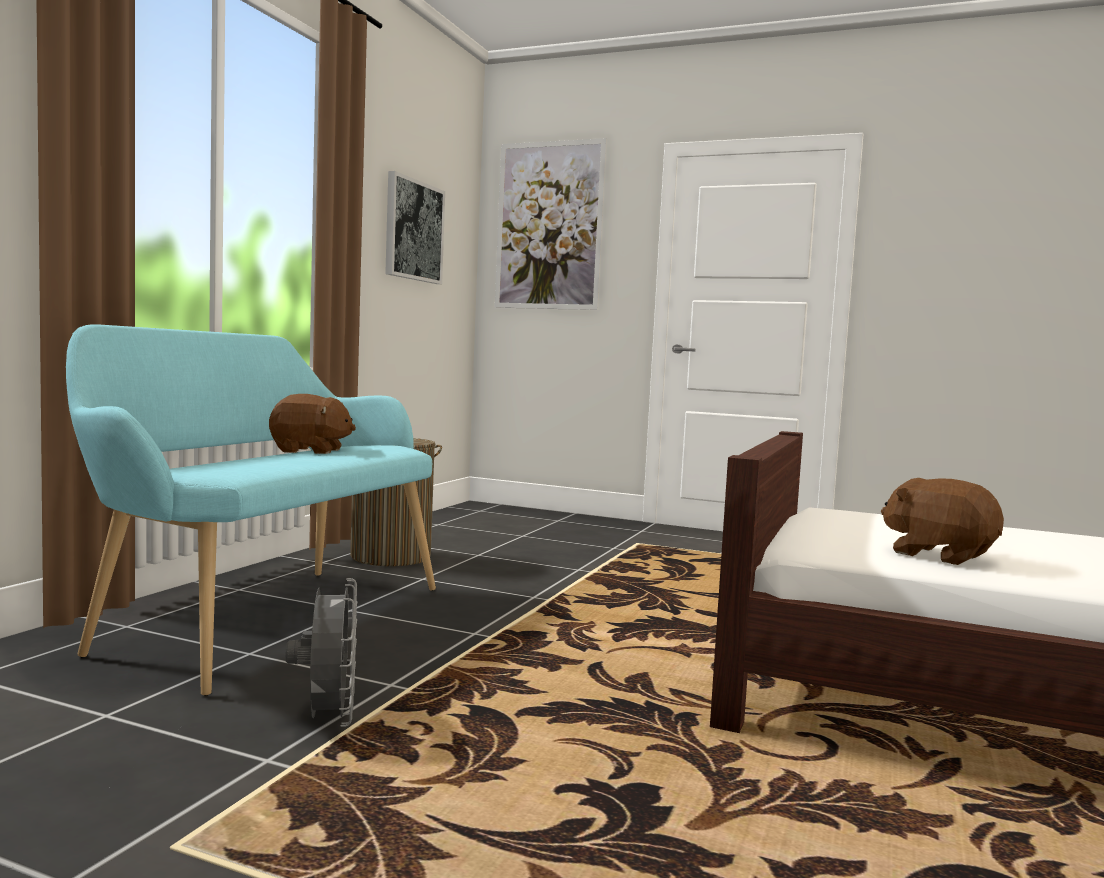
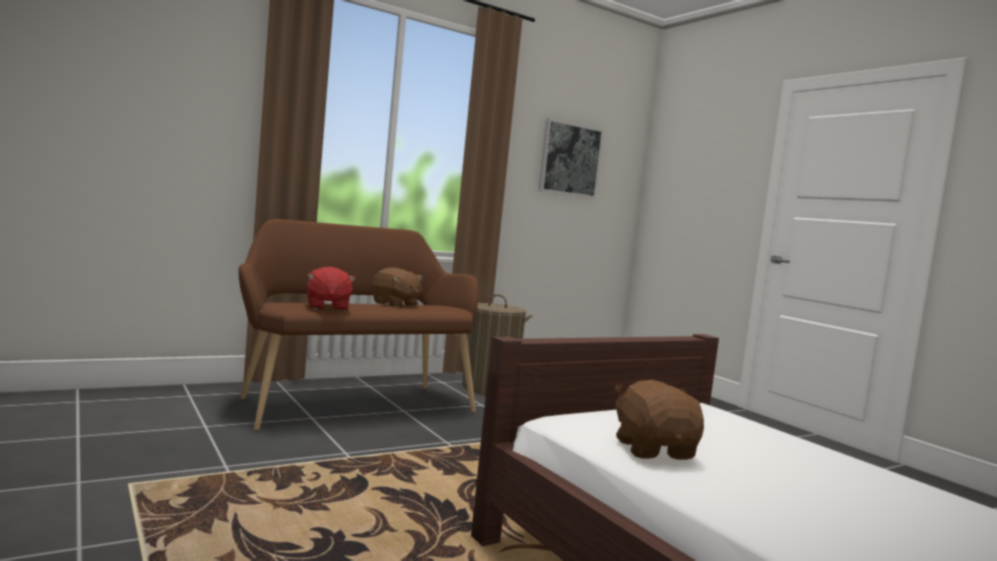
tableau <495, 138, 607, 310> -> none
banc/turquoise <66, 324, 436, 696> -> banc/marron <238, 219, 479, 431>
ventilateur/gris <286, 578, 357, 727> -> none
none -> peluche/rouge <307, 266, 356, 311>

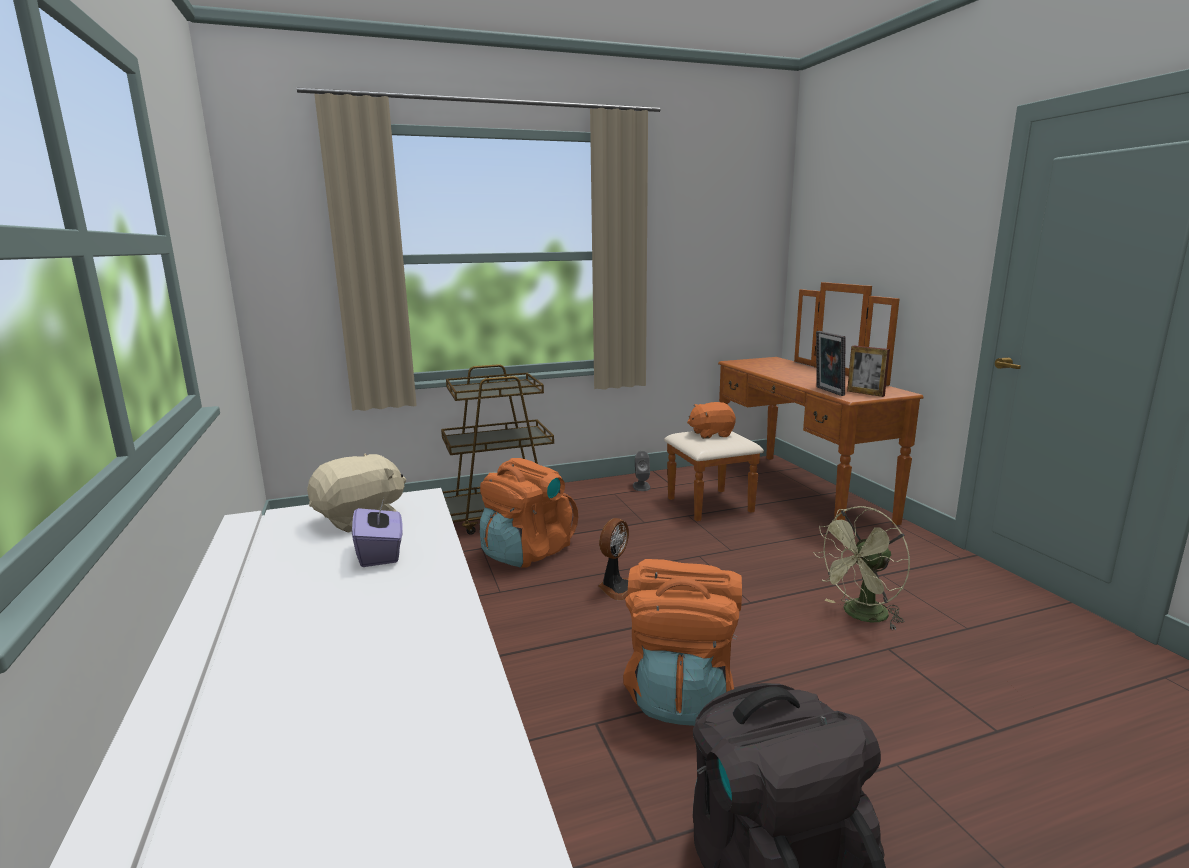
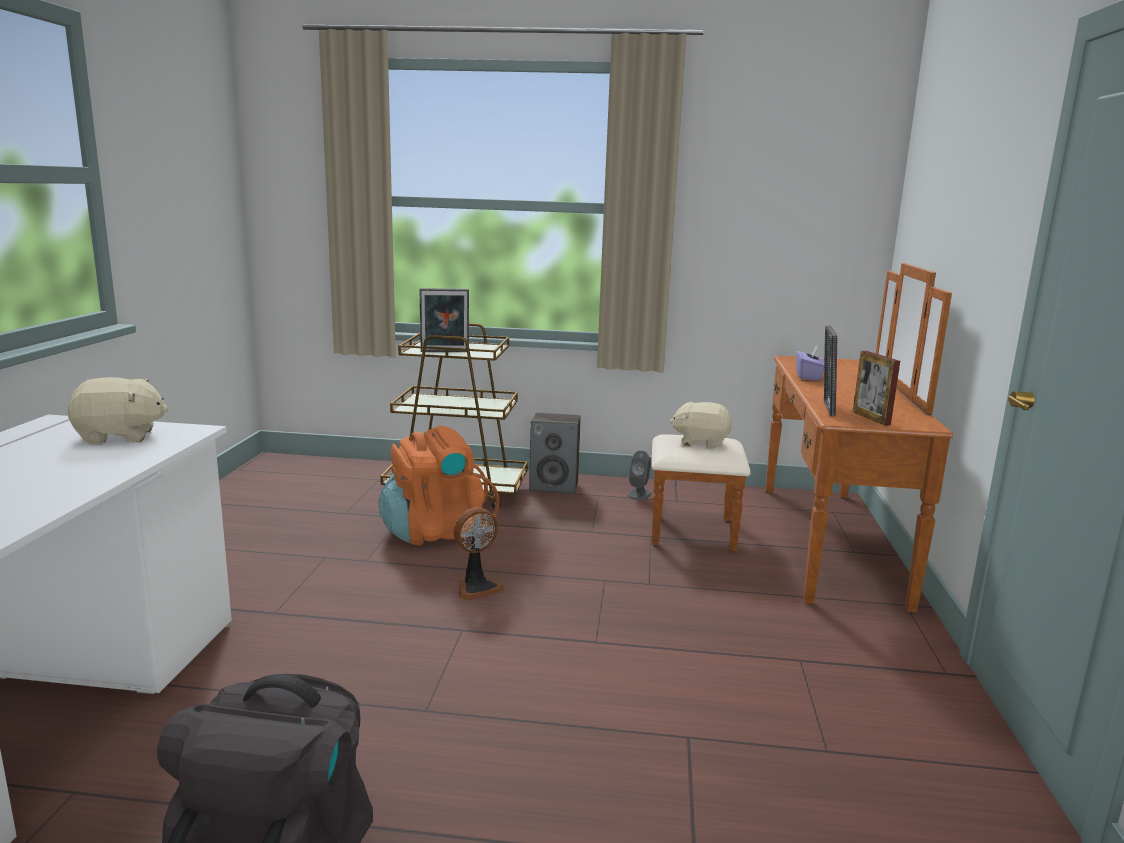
peluche/orange <687, 402, 736, 439> -> peluche/beige <669, 402, 733, 449>
boîte à mouchoirs/violet <352, 498, 403, 567> -> boîte à mouchoirs/violet <796, 346, 825, 380>, moved
ventilateur/vert <813, 506, 910, 631> -> none
sac à dos/orange <623, 559, 742, 726> -> none
none -> cadre photo <419, 288, 469, 352>
none -> enceinte <529, 413, 581, 494>

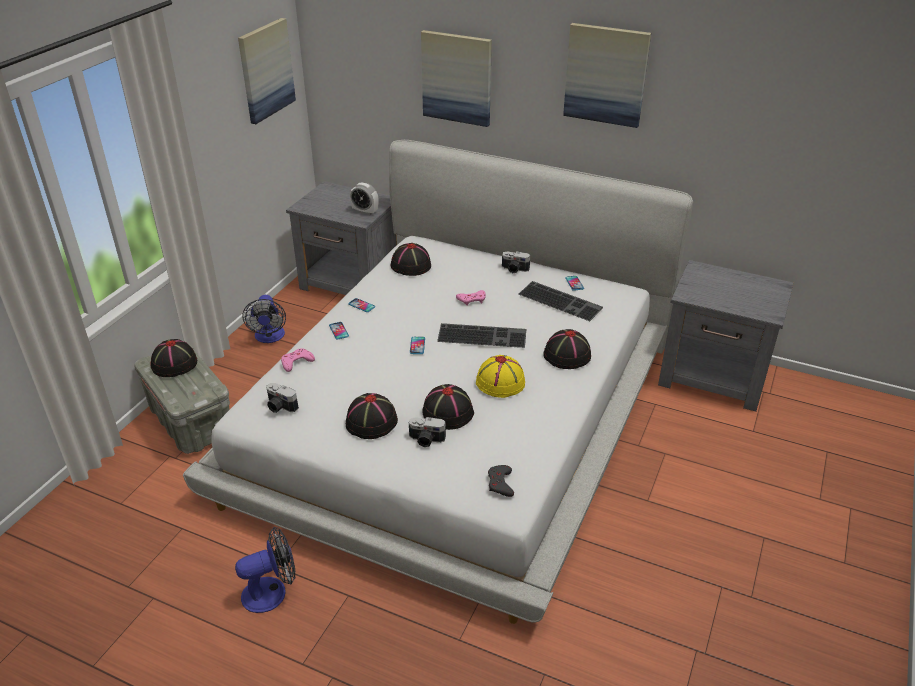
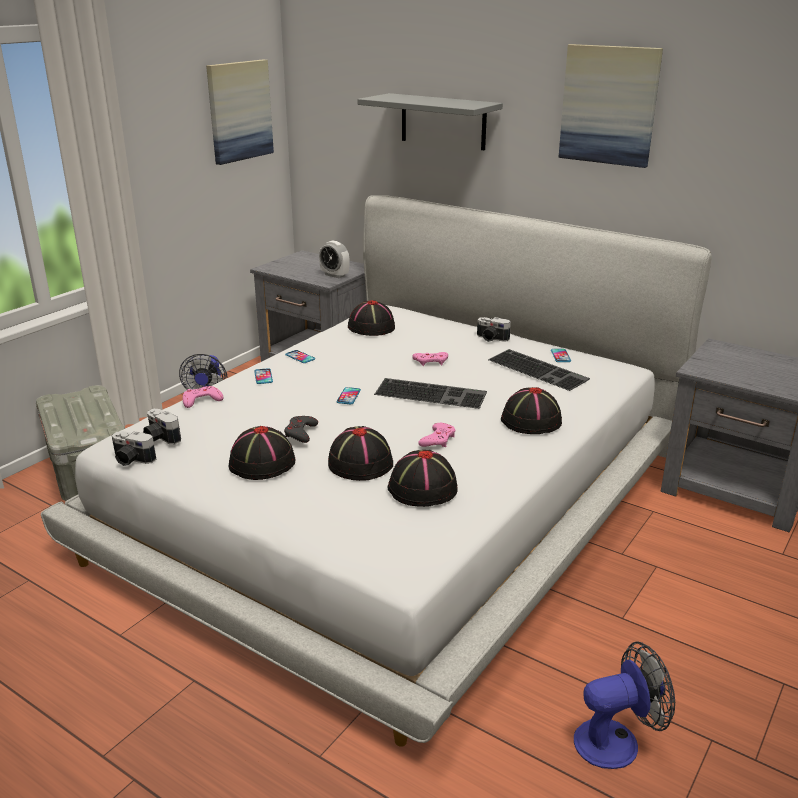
tableau <421, 30, 492, 127> -> étagère/gris <357, 93, 503, 150>
chapeau/noir <151, 339, 197, 377> -> chapeau/noir <387, 450, 458, 507>, moved
chapeau/jaune <476, 355, 525, 398> -> manette/rose <418, 423, 455, 447>
appareil photo <409, 417, 446, 447> -> appareil photo <112, 431, 156, 466>, moved
manette/gris <488, 465, 514, 497> -> manette/gris <284, 416, 318, 443>, moved
ventilateur <235, 527, 295, 613> -> ventilateur <574, 641, 675, 769>, moved

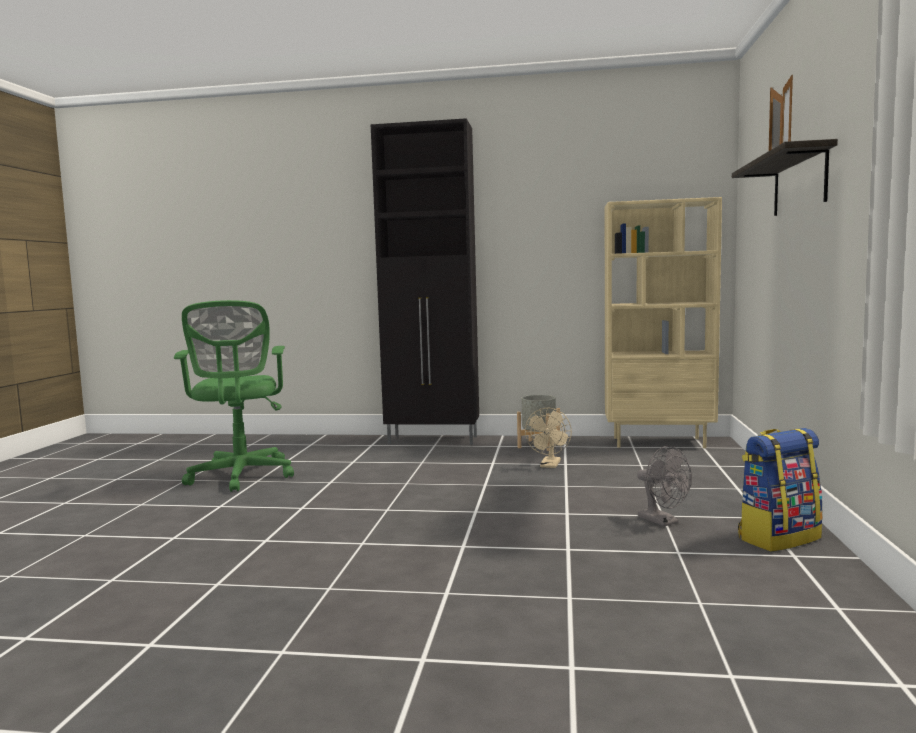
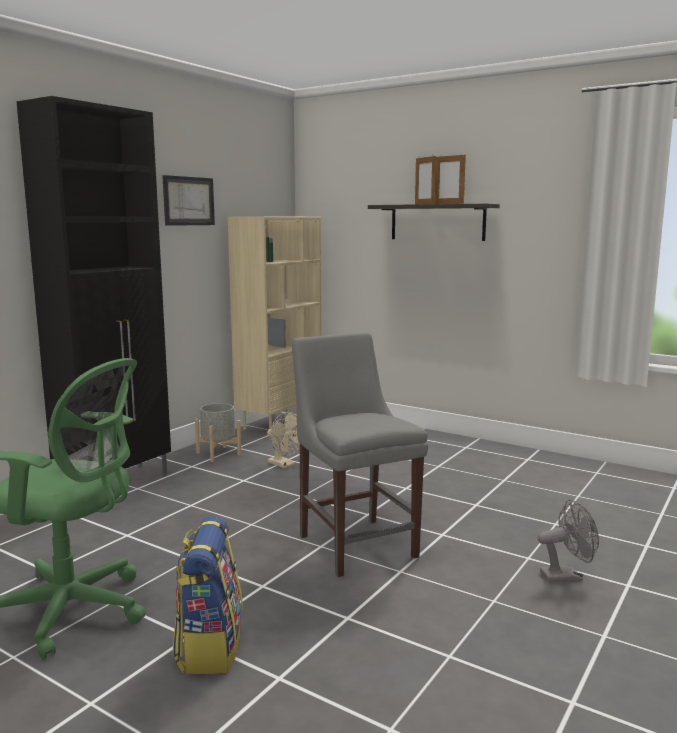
sac à dos <738, 428, 823, 552> -> sac à dos <173, 517, 243, 674>, moved
ventilateur/gris <637, 446, 692, 527> -> ventilateur/gris <538, 499, 599, 583>, moved
none -> tableau <162, 175, 215, 226>
none -> chaise/gris <292, 332, 428, 577>

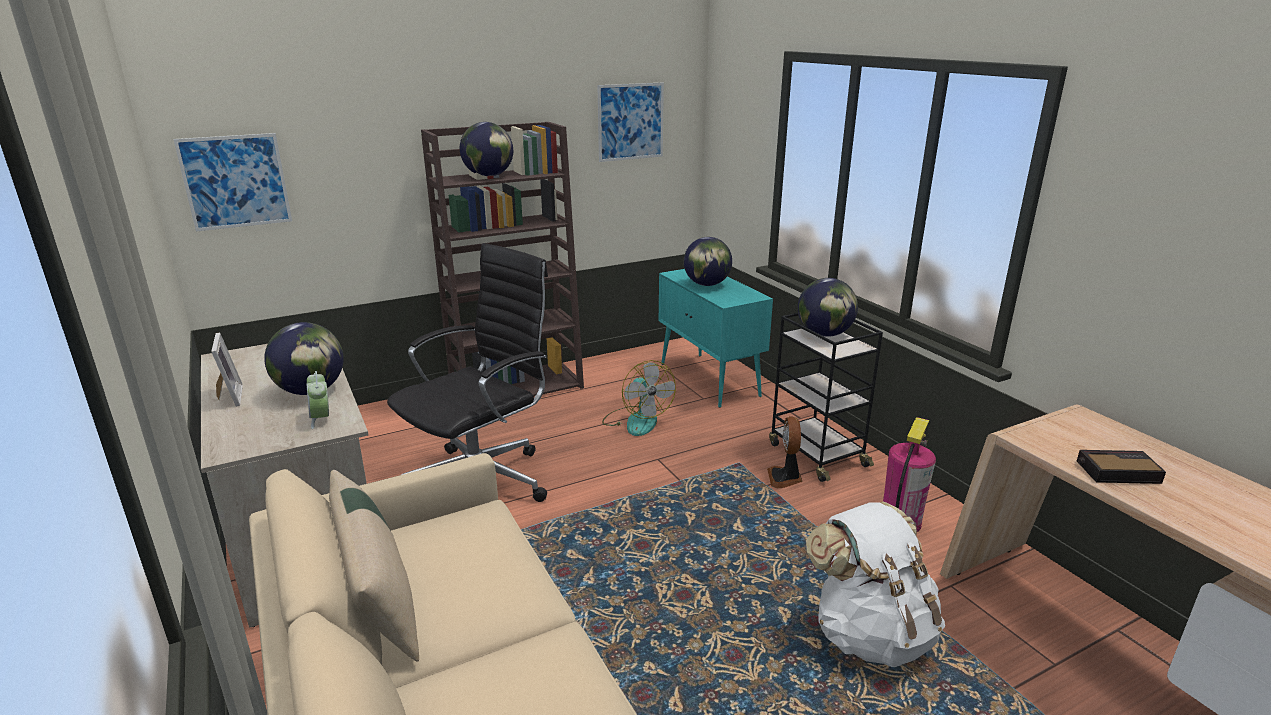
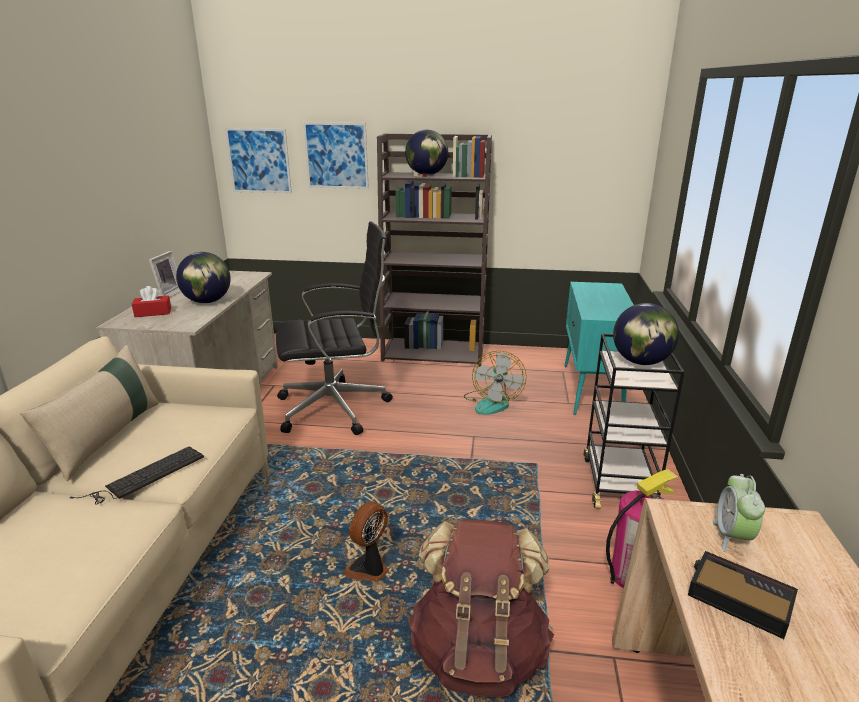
tableau <597, 82, 664, 162> -> tableau <303, 122, 369, 189>, moved
globe <684, 237, 732, 286> -> none
réveil <306, 371, 329, 429> -> réveil <713, 474, 765, 552>, moved
ventilateur <767, 416, 802, 488> -> ventilateur <343, 501, 389, 582>, moved
sac à dos/blanc <806, 502, 945, 667> -> sac à dos/marron <408, 519, 554, 697>
none -> boîte à mouchoirs/rouge <132, 286, 171, 317>
none -> clavier <69, 447, 204, 504>

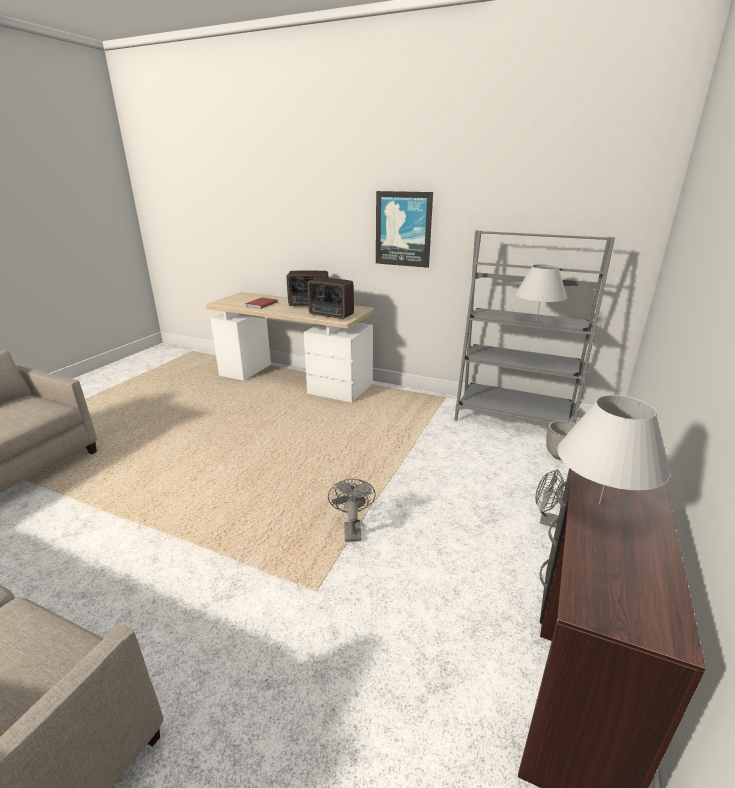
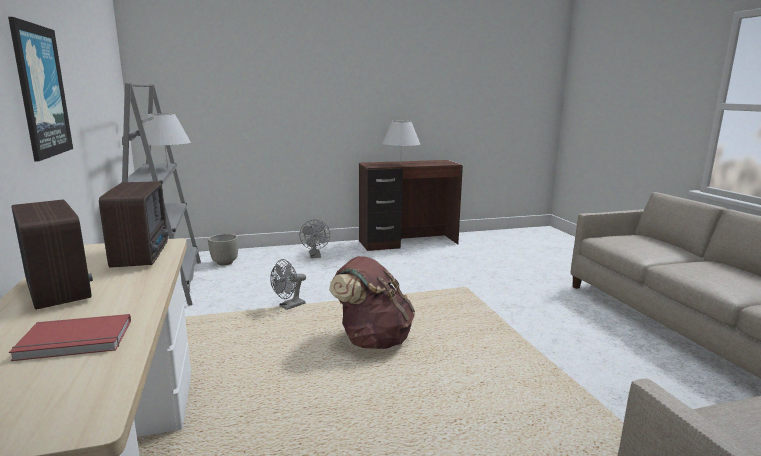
ventilateur/gris <328, 479, 376, 542> -> ventilateur/gris <270, 259, 306, 310>, moved
none -> sac à dos/marron <329, 256, 415, 349>

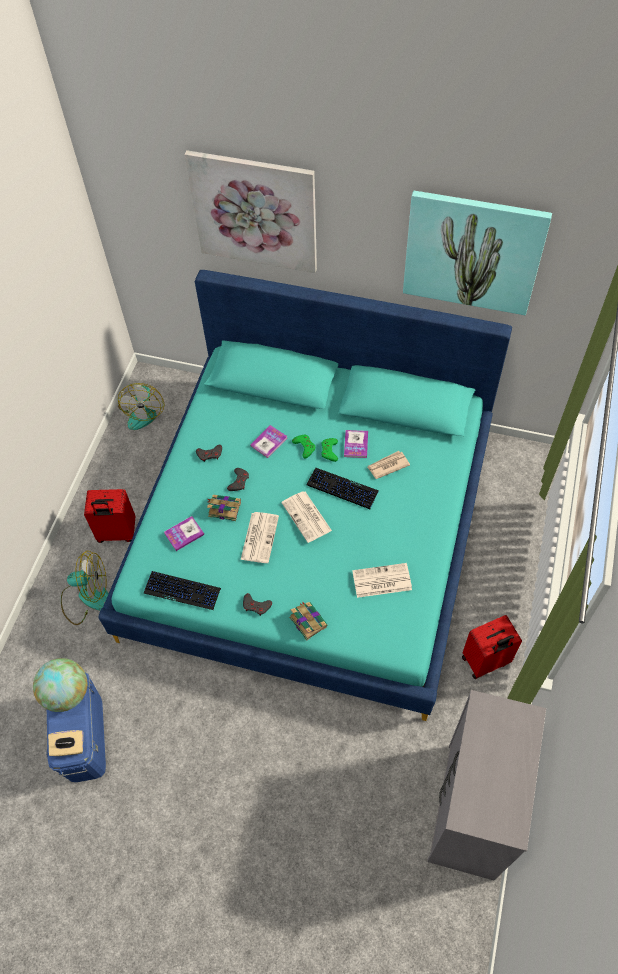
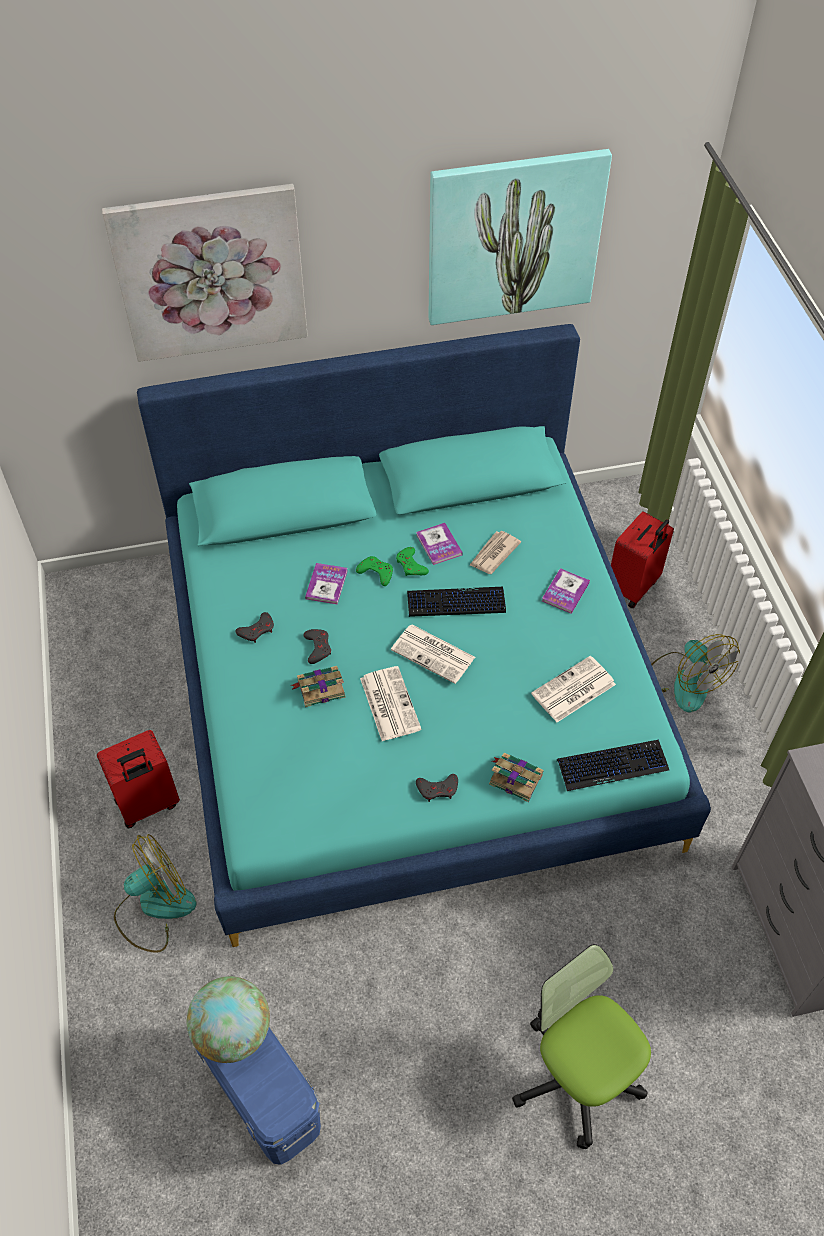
ventilateur <118, 383, 164, 430> -> ventilateur <651, 634, 740, 712>, moved
livre <164, 516, 204, 551> -> livre <542, 568, 590, 614>, moved
clavier <144, 571, 221, 610> -> clavier <557, 740, 669, 791>, moved
valise/rouge <462, 615, 522, 679> -> valise/rouge <611, 511, 674, 608>, moved
boîte à mouchoirs/beige <48, 730, 83, 756> -> none
none -> chaise de bureau <512, 944, 651, 1149>

